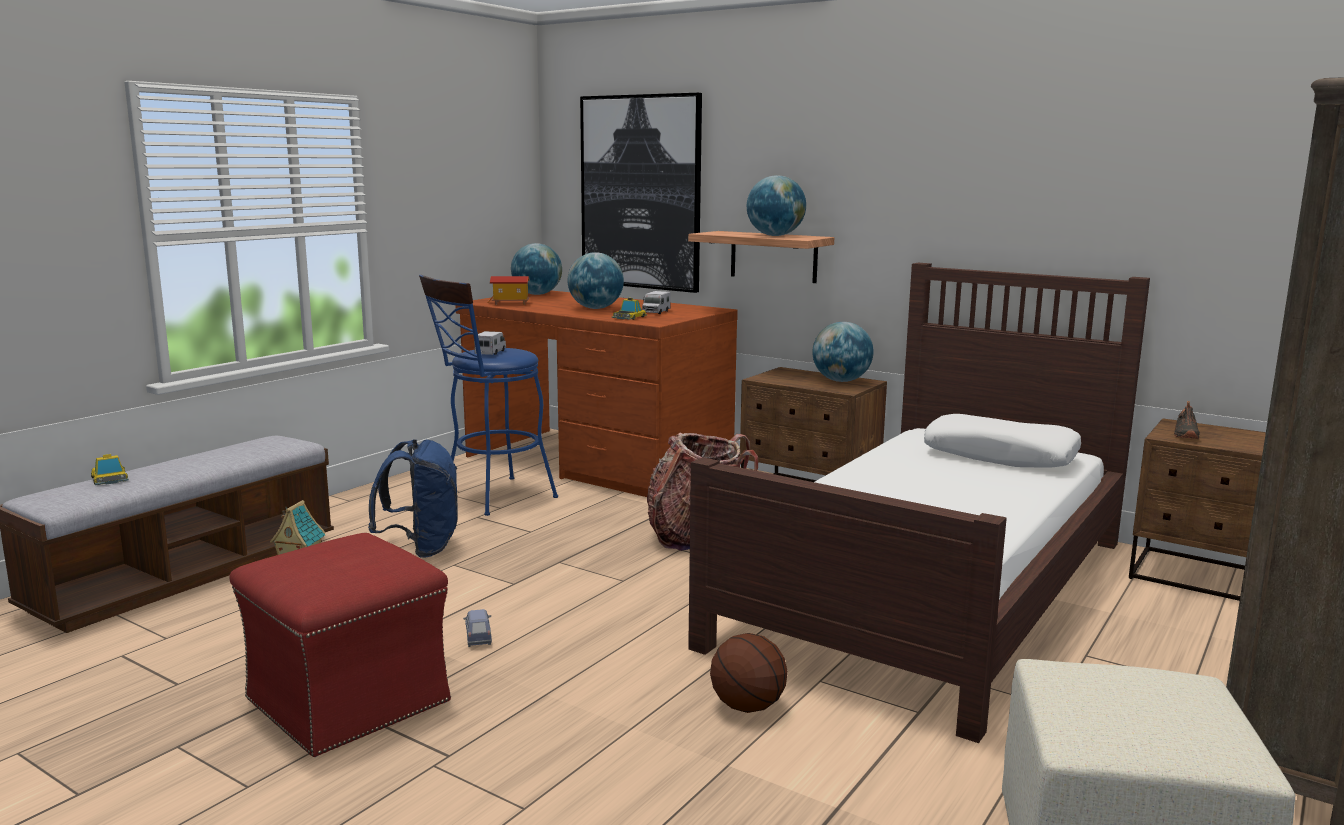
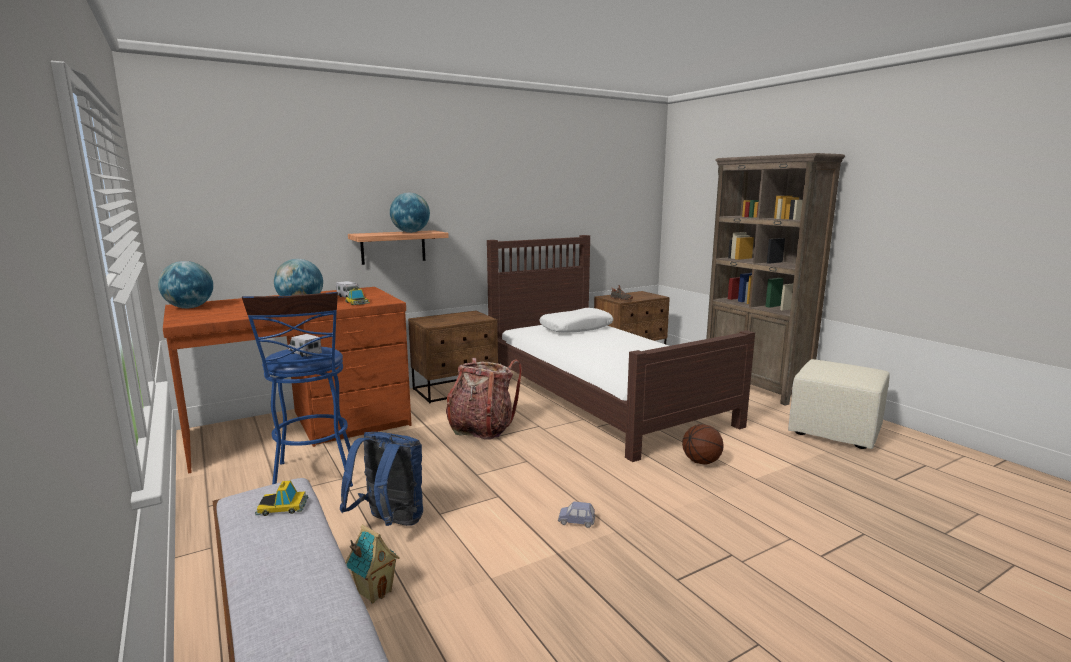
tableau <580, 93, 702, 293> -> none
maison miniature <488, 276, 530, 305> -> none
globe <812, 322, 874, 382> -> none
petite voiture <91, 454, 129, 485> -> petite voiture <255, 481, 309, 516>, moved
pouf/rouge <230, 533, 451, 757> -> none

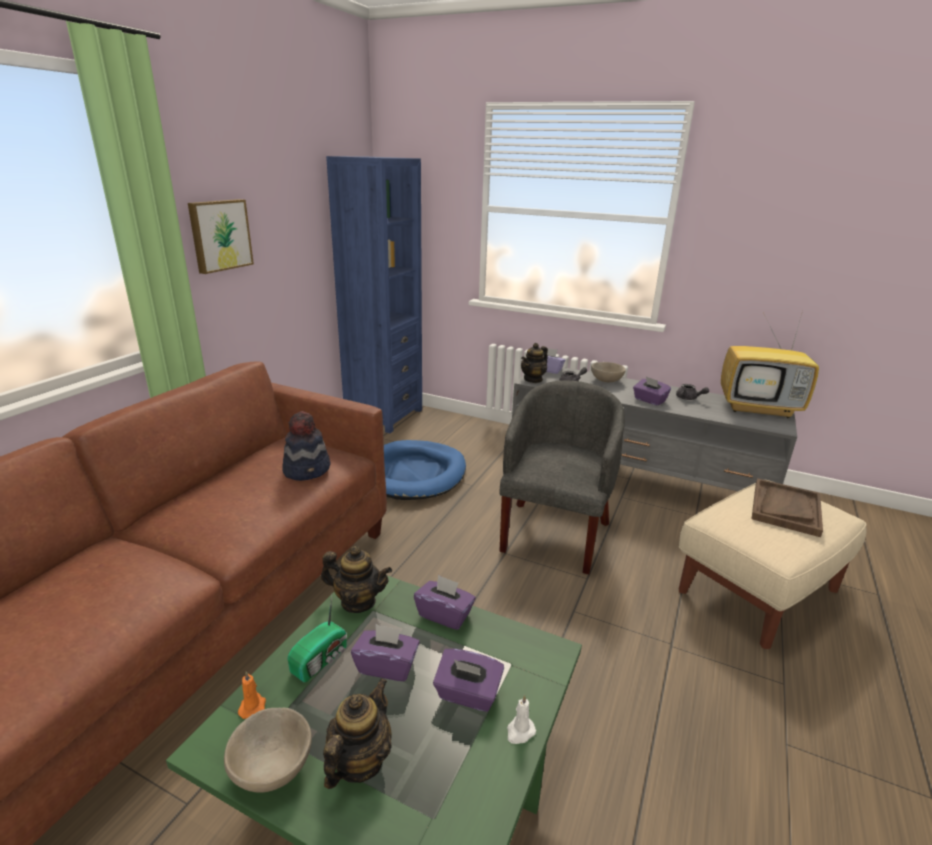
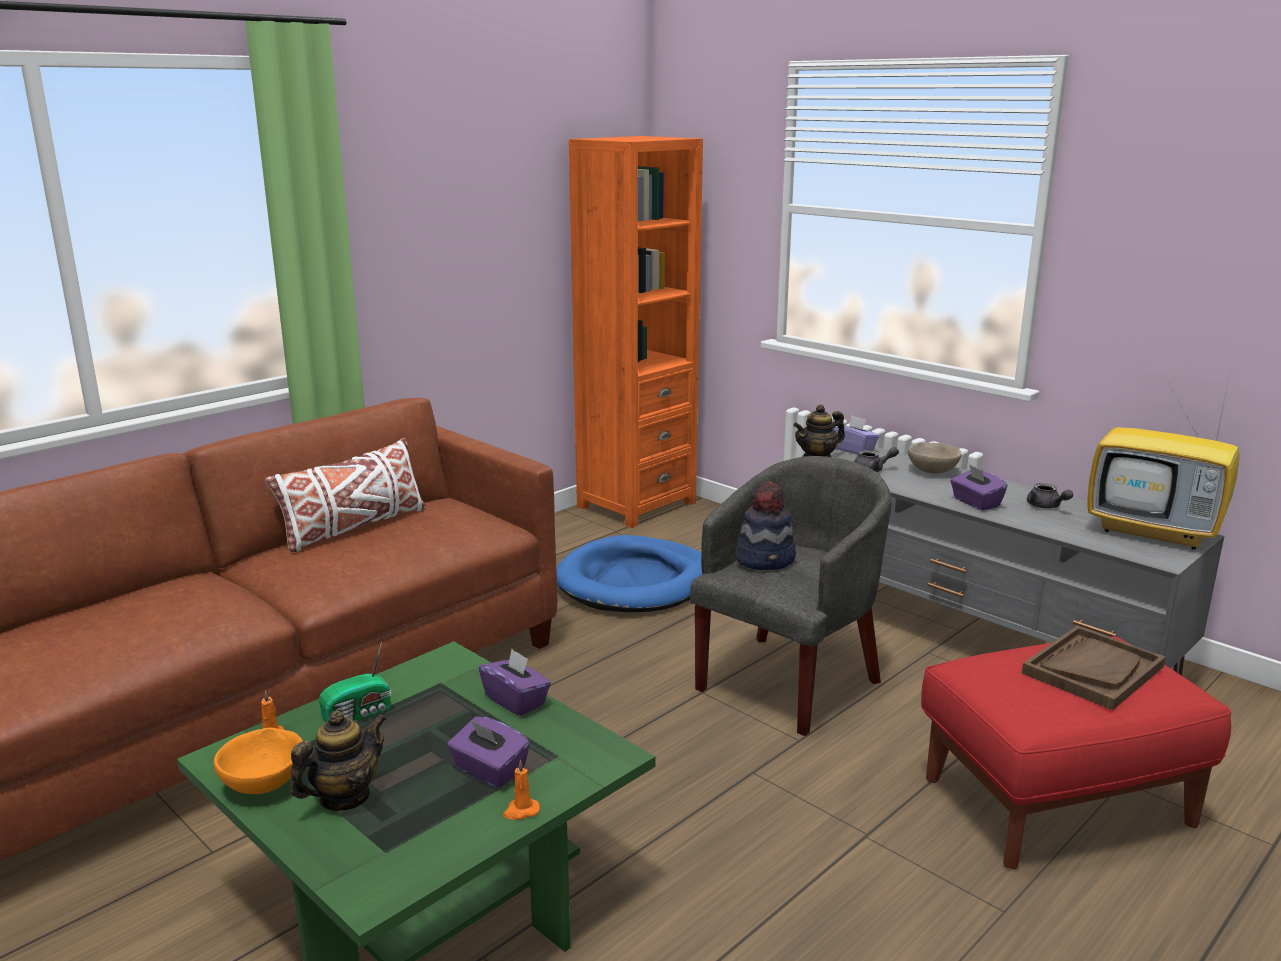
bibliothèque/bleu <326, 156, 422, 433> -> bibliothèque/orange <569, 136, 703, 528>
tableau <188, 199, 254, 274> -> none
chapeau <282, 411, 330, 481> -> chapeau <736, 481, 796, 570>, moved
pouf/beige <679, 480, 867, 649> -> pouf/rouge <921, 636, 1231, 869>
théière <321, 546, 392, 613> -> none
boîte à mouchoirs/violet <351, 624, 420, 681> -> none
bougie/blanc <507, 695, 536, 744> -> bougie/orange <503, 760, 540, 820>
bol/beige <224, 708, 312, 793> -> bol/orange <214, 728, 303, 794>
none -> coussin/blanc <265, 438, 426, 552>

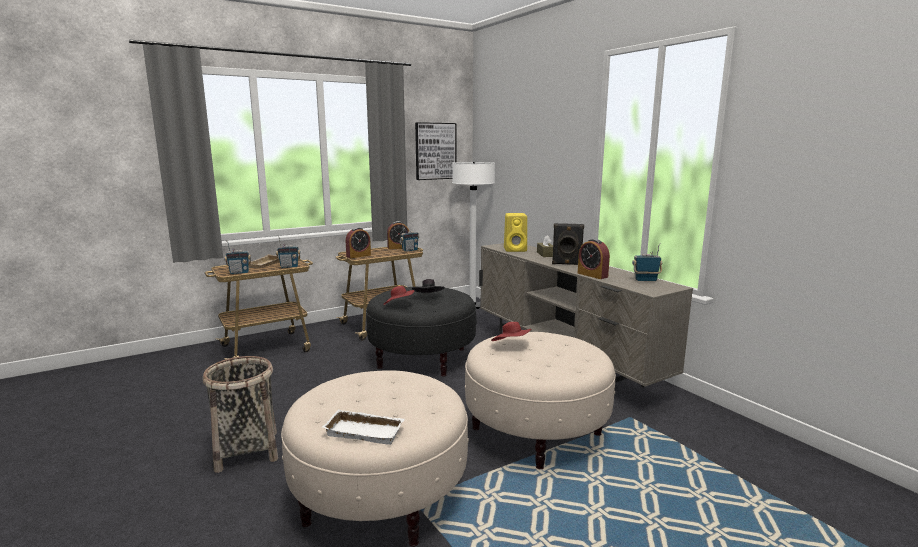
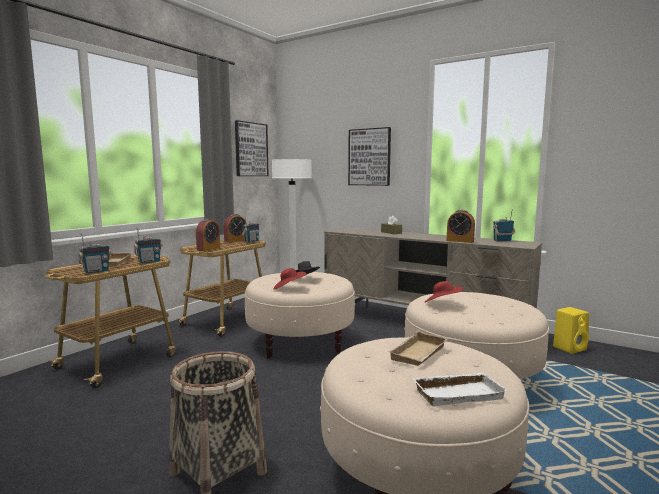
enceinte/jaune <504, 213, 527, 252> -> enceinte/jaune <553, 307, 589, 354>, moved
enceinte/noir <552, 223, 584, 265> -> none
pouf/noir <366, 286, 477, 377> -> pouf/beige <245, 272, 355, 359>
none -> tableau <348, 127, 391, 186>
none -> plateau/beige <388, 330, 448, 366>

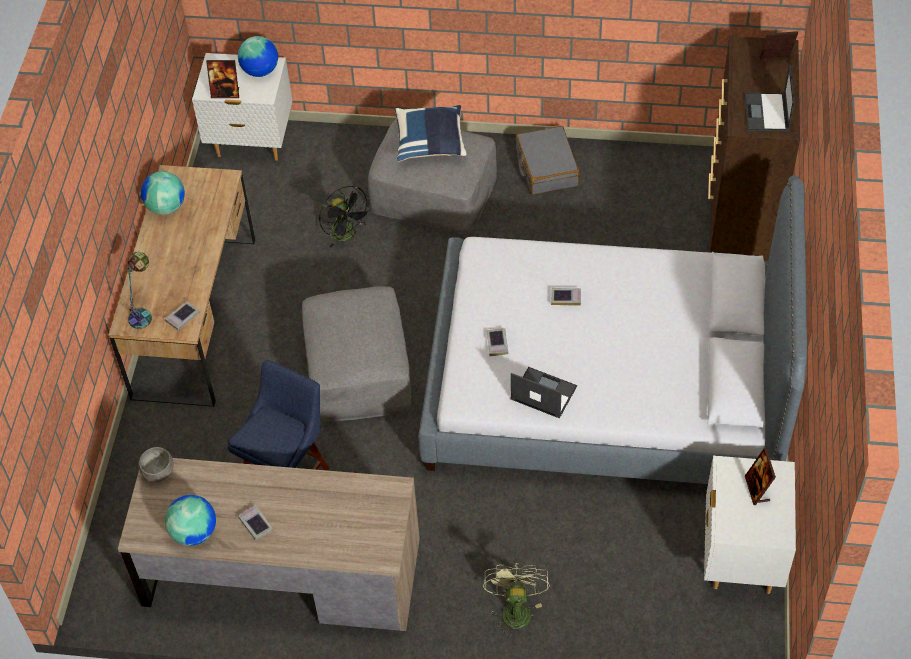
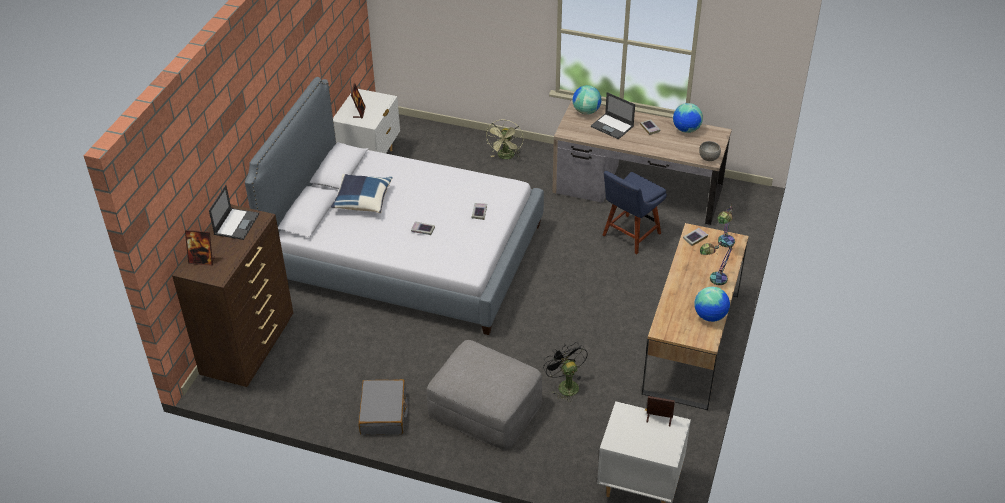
globe <238, 36, 278, 77> -> globe <572, 85, 601, 115>, moved
coussin/bleu <395, 105, 467, 162> -> coussin/bleu <331, 174, 393, 213>, moved
pouf/gris <302, 286, 412, 422> -> none
ordinateur portable <510, 367, 577, 418> -> ordinateur portable <591, 92, 635, 139>, moved
none -> lampe de table <700, 241, 733, 285>

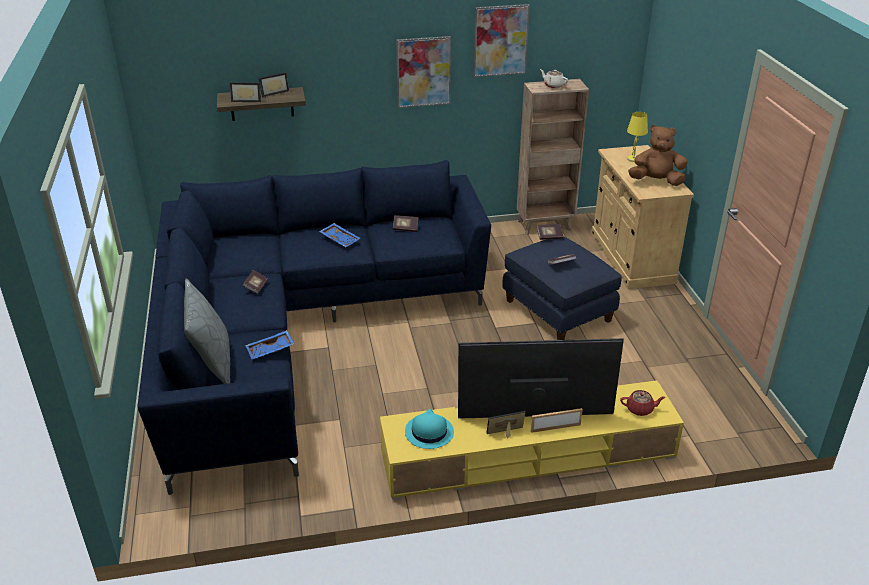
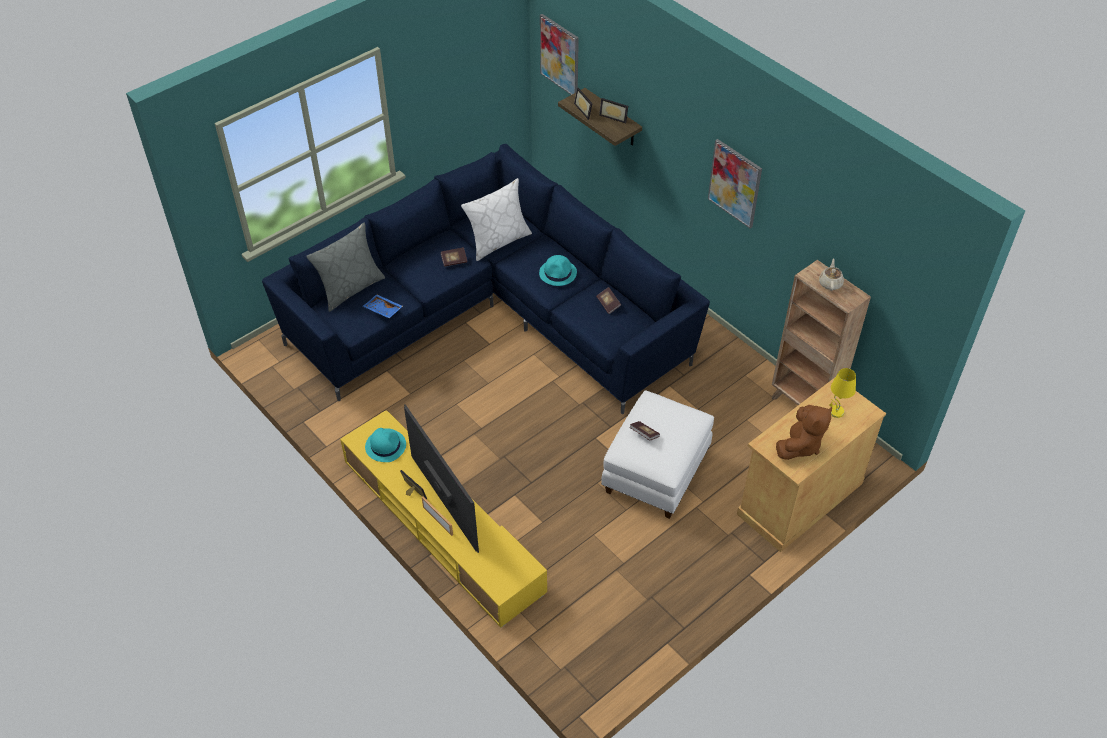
tableau <473, 4, 530, 77> -> tableau <540, 14, 579, 95>, moved
peluche/marron <628, 125, 687, 186> -> peluche/marron <776, 405, 832, 460>, 60 degrees clockwise
plateau/bleu <319, 223, 360, 247> -> chapeau/turquoise <539, 255, 577, 286>
livre <536, 224, 563, 240> -> none
pouf/bleu <502, 236, 622, 340> -> pouf/blanc <601, 391, 714, 519>
théière/rouge <620, 390, 666, 416> -> none
none -> coussin/blanc <461, 178, 532, 261>

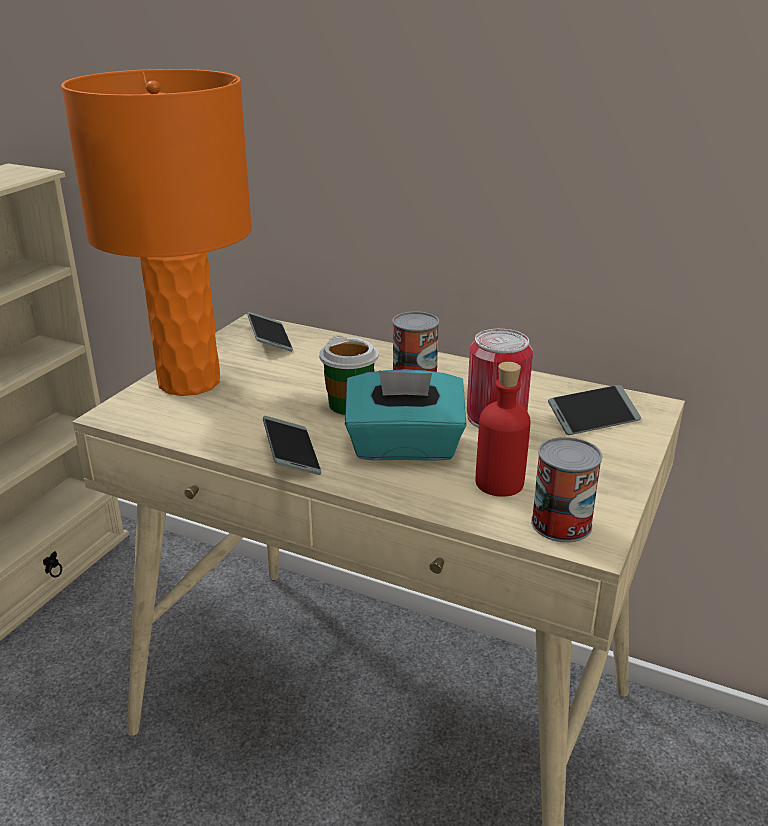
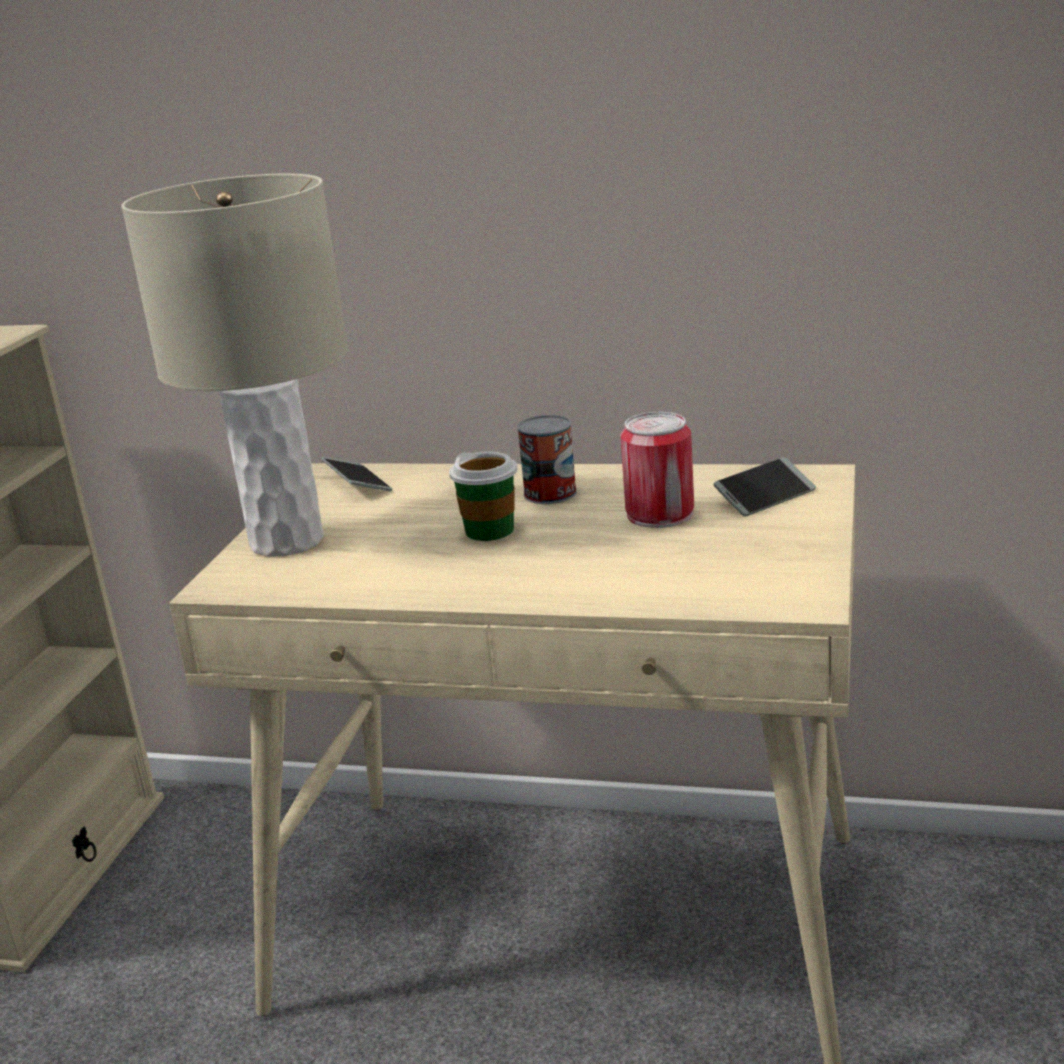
lampe de table/orange <61, 69, 252, 396> -> lampe de table/beige <121, 174, 348, 557>
bouteille/rouge <476, 362, 531, 497> -> none
boîte à mouchoirs/turquoise <345, 369, 466, 461> -> none
téléphone <263, 416, 321, 475> -> none
boîte métallique <531, 437, 602, 542> -> none

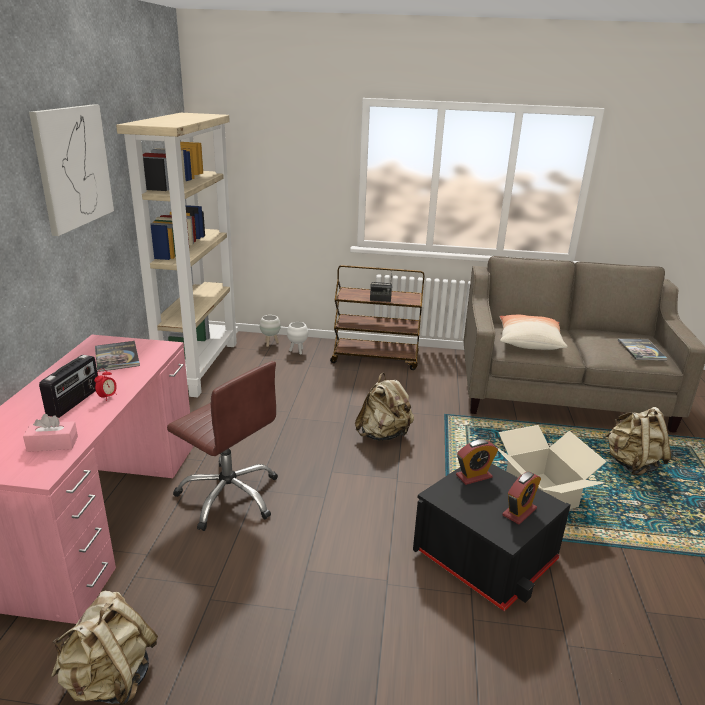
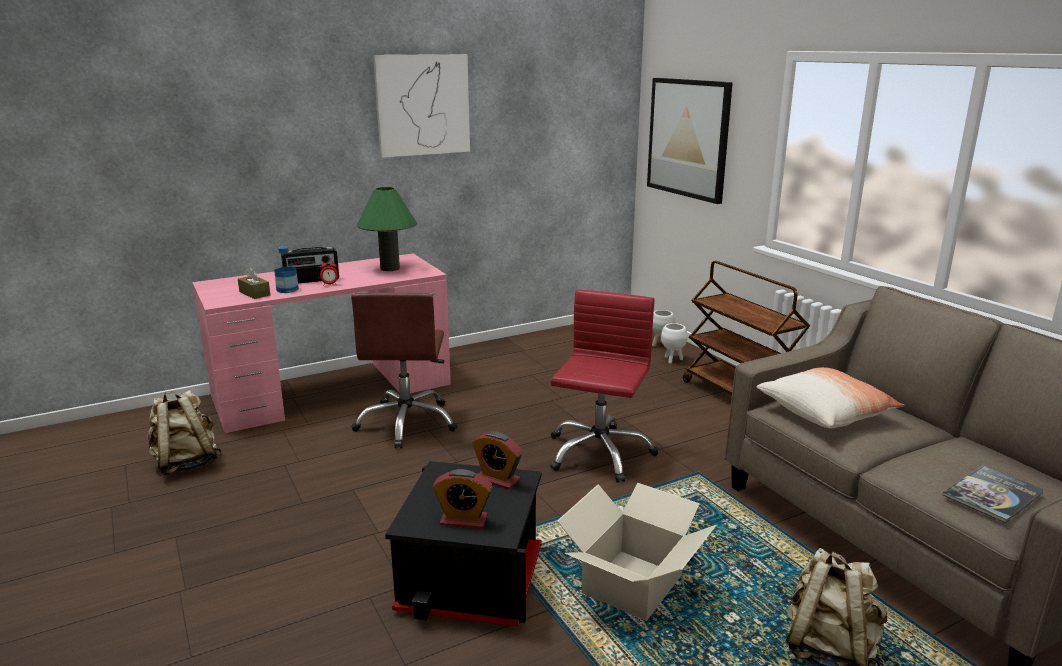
bibliothèque/beige <116, 113, 238, 398> -> none
radio <370, 271, 392, 302> -> none
livre <95, 341, 140, 372> -> lampe de table/vert <357, 187, 417, 271>
sac à dos/beige <355, 373, 414, 441> -> chaise de bureau/rouge <550, 289, 658, 483>
boîte à mouchoirs/rose <23, 414, 78, 452> -> boîte à mouchoirs/marron <238, 267, 270, 299>
none -> tableau <647, 78, 733, 204>
none -> bouteille <274, 246, 299, 293>

